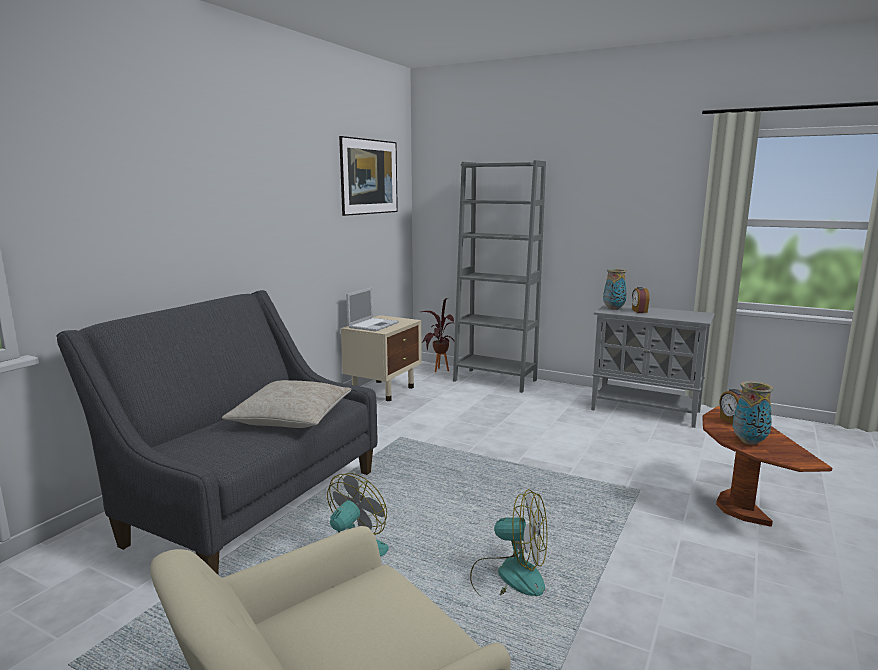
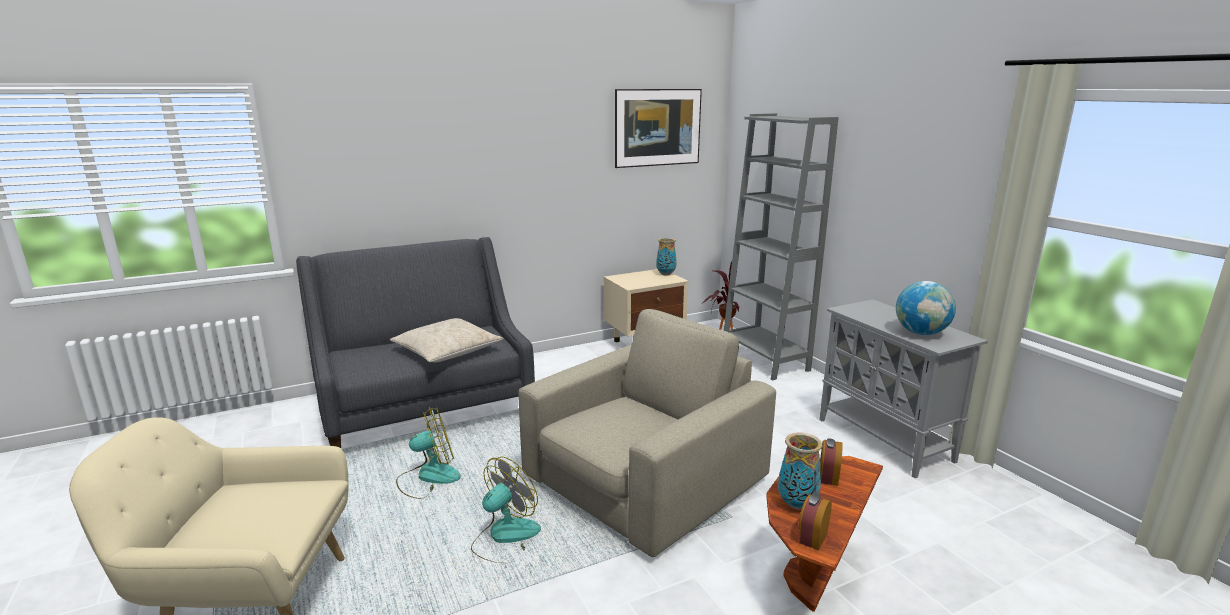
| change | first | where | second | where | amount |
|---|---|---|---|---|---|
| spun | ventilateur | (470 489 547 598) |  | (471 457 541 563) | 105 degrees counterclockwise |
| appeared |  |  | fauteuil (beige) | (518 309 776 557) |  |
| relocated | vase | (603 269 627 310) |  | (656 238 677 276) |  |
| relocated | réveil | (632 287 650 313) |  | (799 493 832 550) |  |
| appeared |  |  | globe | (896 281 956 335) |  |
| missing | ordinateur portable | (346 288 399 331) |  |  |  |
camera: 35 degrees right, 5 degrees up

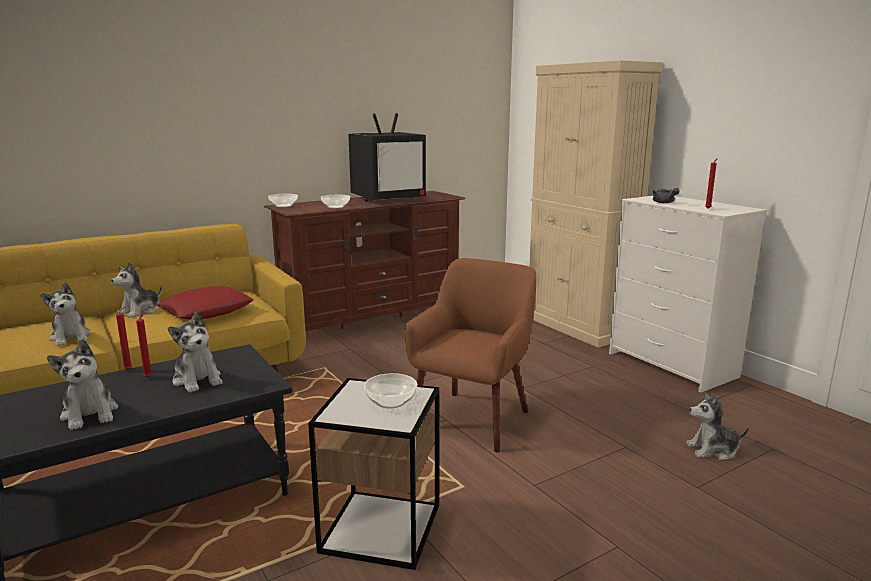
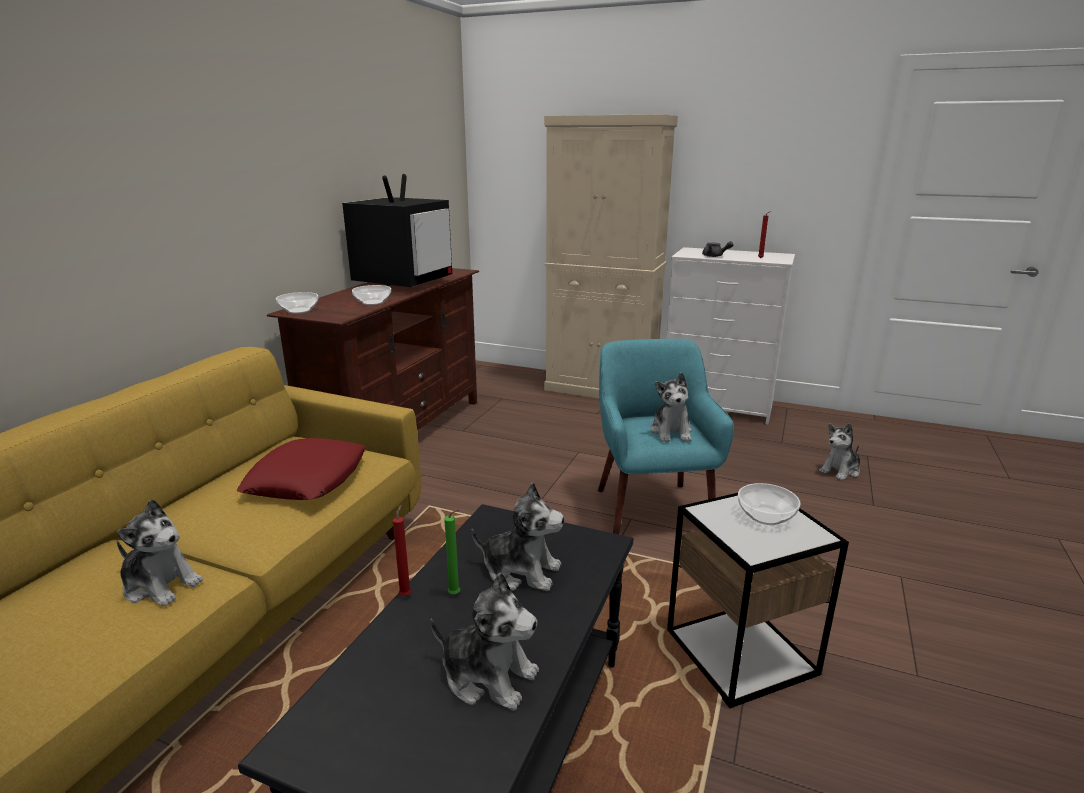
| change | first | where | second | where | amount |
|---|---|---|---|---|---|
| colour | bougie (rouge) | (136 315 152 378) | bougie (vert) | (444 509 460 595) |  |
| colour | fauteuil (marron) | (404 258 536 452) | fauteuil (turquoise) | (598 339 734 534) |  |
| relocated | peluche | (111 262 162 318) |  | (650 373 692 442) |  |
camera: 35 degrees left, 5 degrees up

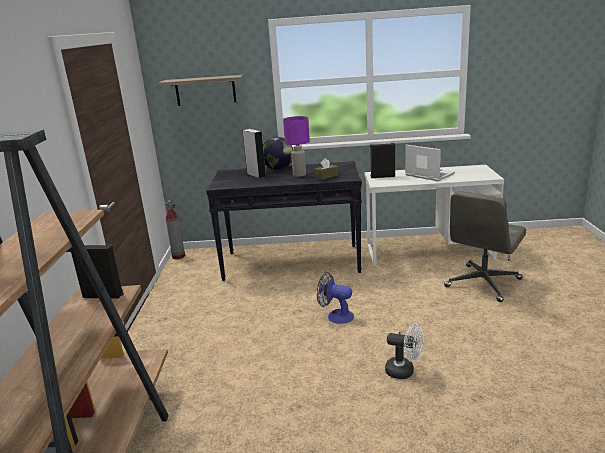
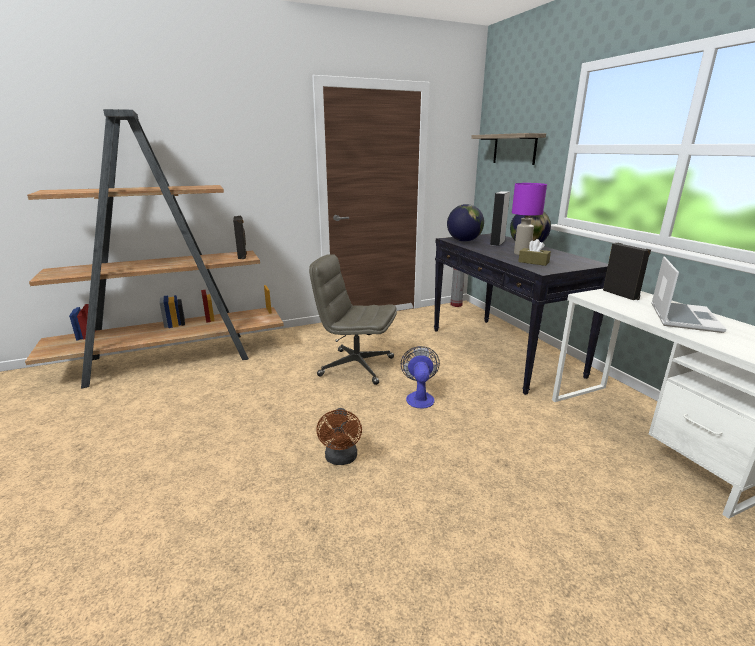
| change | first | where | second | where | amount |
|---|---|---|---|---|---|
| relocated | chaise de bureau (gris) | (444 191 526 302) |  | (309 254 397 385) |  |
| colour | ventilateur (blanc) | (385 323 424 379) | ventilateur (marron) | (316 408 362 465) |  |
| appeared |  |  | globe | (447 204 484 242) |  |
camera: 65 degrees right, 0 degrees up

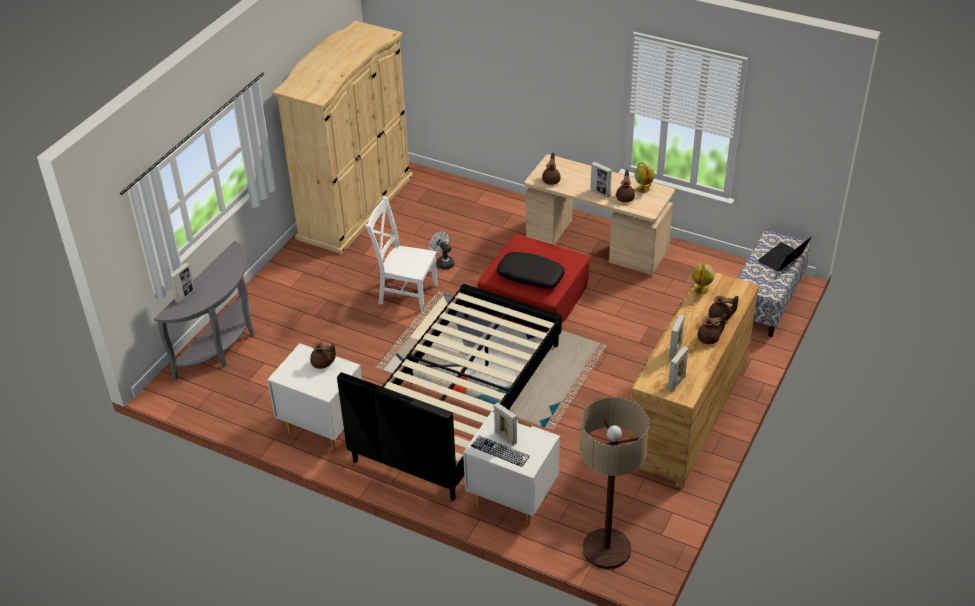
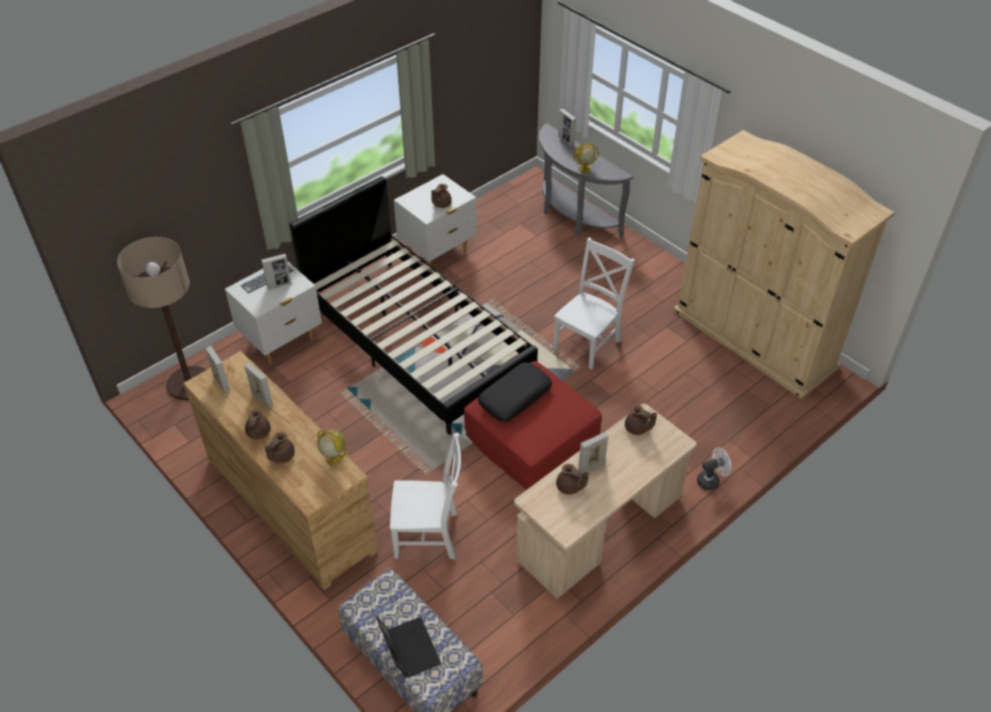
| change | first | where | second | where | amount |
|---|---|---|---|---|---|
| appeared |  |  | chaise (blanc) | (390 433 461 560) |  |
| relocated | globe | (635 163 655 193) |  | (573 144 599 173) |  |
| relocated | ventilateur (blanc) | (429 232 455 269) |  | (697 447 731 490) |  |
camera: 110 degrees right, 5 degrees up

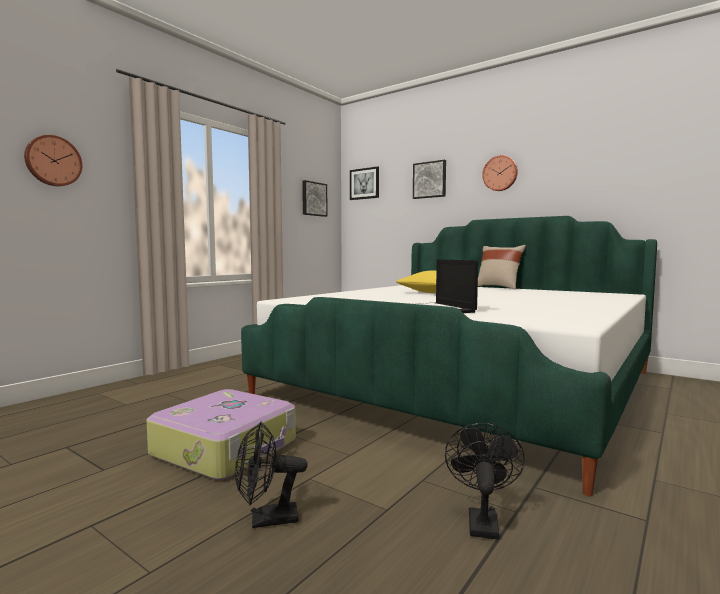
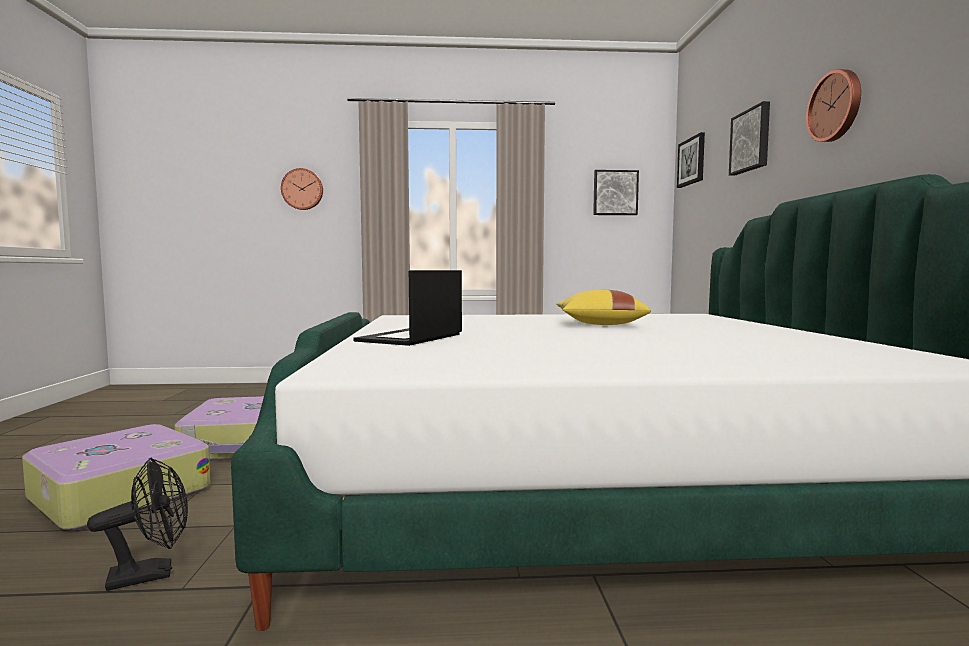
| change | first | where | second | where | amount |
|---|---|---|---|---|---|
| exchanged | ventilateur (noir) | (235 421 308 528) | valise | (22 424 211 531) |  |
| missing | coussin (beige) | (478 245 526 289) |  |  |  |
camera: 50 degrees right, 0 degrees up

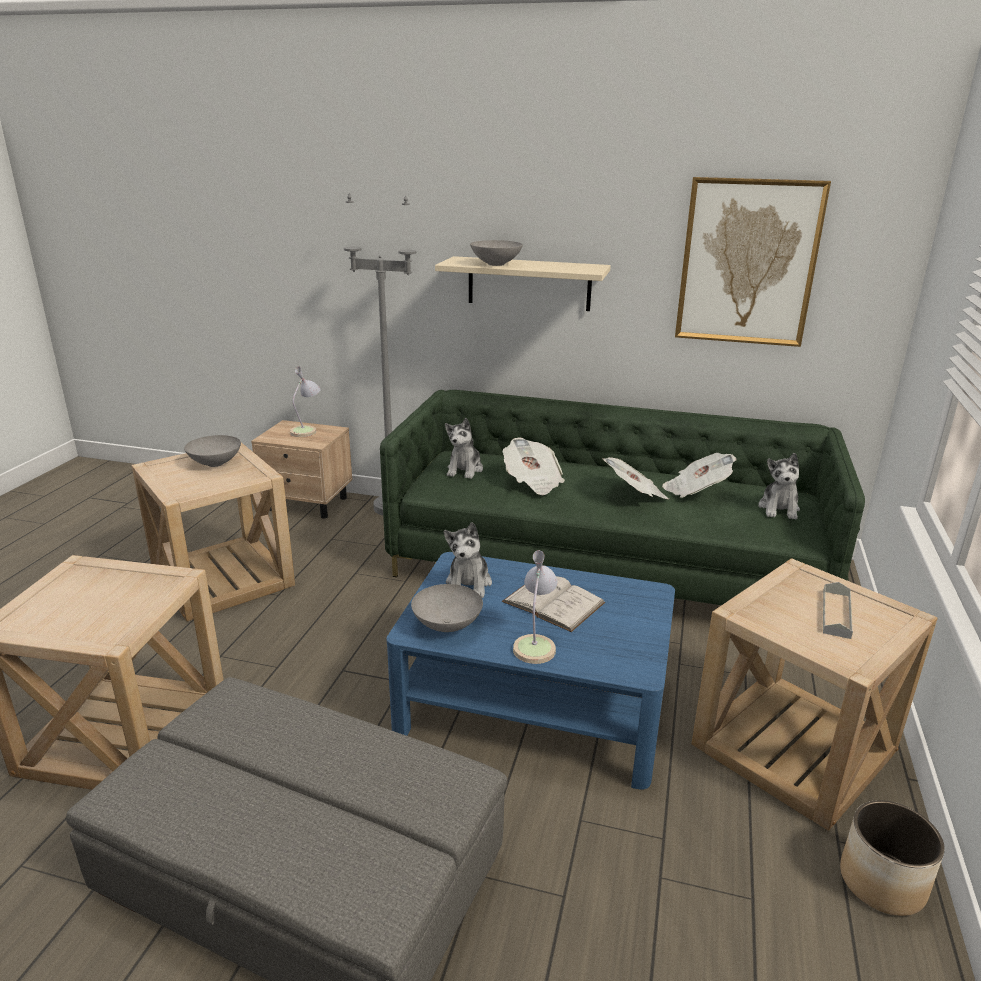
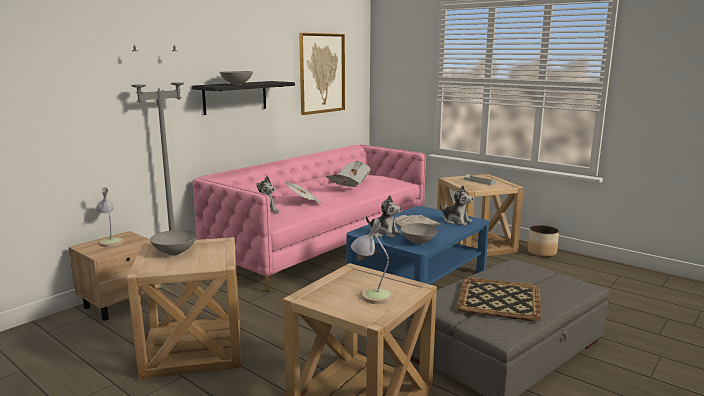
| change | first | where | second | where | amount |
|---|---|---|---|---|---|
| colour | étagère (beige) | (435 256 611 311) | étagère (noir) | (192 81 295 115) |  |
| colour | canapé (vert) | (380 390 865 605) | canapé (rose) | (193 144 426 292) |  |
| relocated | lampe de table | (513 550 557 664) |  | (351 218 393 304) |  |
| relocated | peluche | (758 453 800 519) |  | (439 185 473 226) |  |
| appeared |  |  | plateau | (456 277 542 322) |  |
camera: 65 degrees left, 10 degrees down

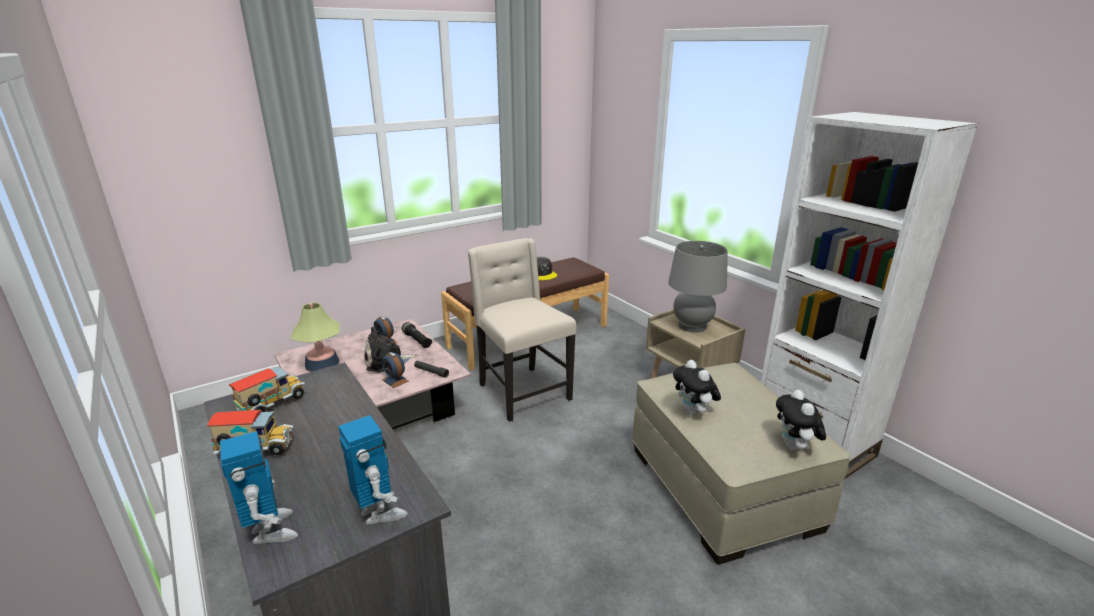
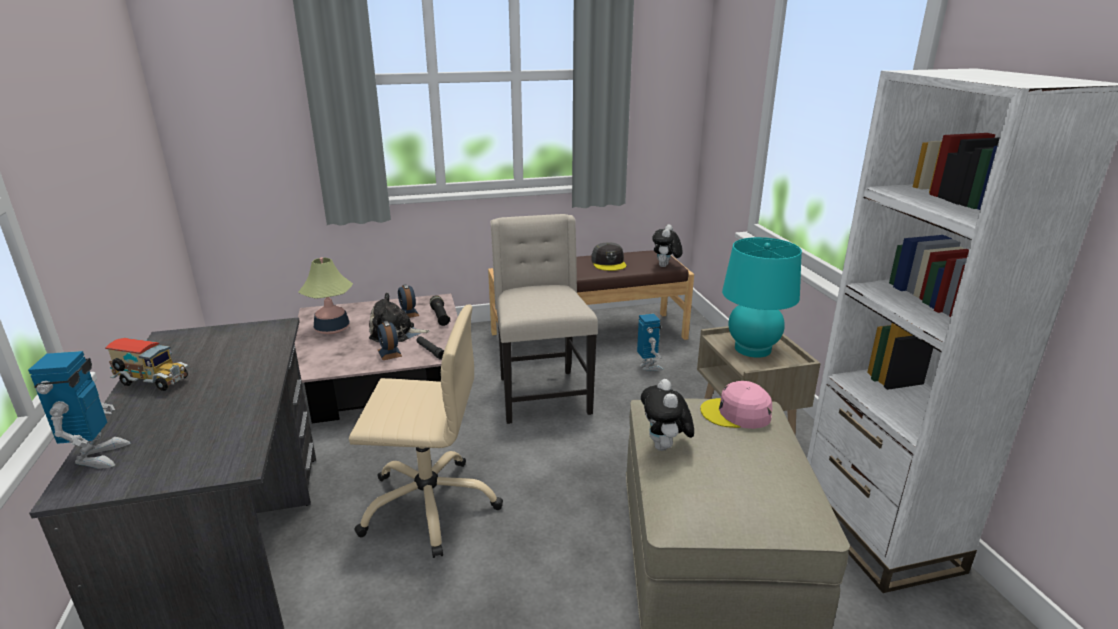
| change | first | where | second | where | amount |
|---|---|---|---|---|---|
| appeared |  |  | chaise de bureau (beige) | (349 305 503 558) |  |
| relocated | robot jouet | (338 415 408 524) |  | (637 314 664 371) |  |
| relocated | peluche | (776 390 826 450) |  | (652 224 683 267) |  |
| appeared |  |  | casquette (rose) | (700 381 772 429) |  |
| colour | lampe de table (gris) | (668 241 728 333) | lampe de table (turquoise) | (722 237 802 358) |  |
| missing | camion jouet | (229 367 305 412) |  |  |  |
camera: 20 degrees right, 0 degrees up

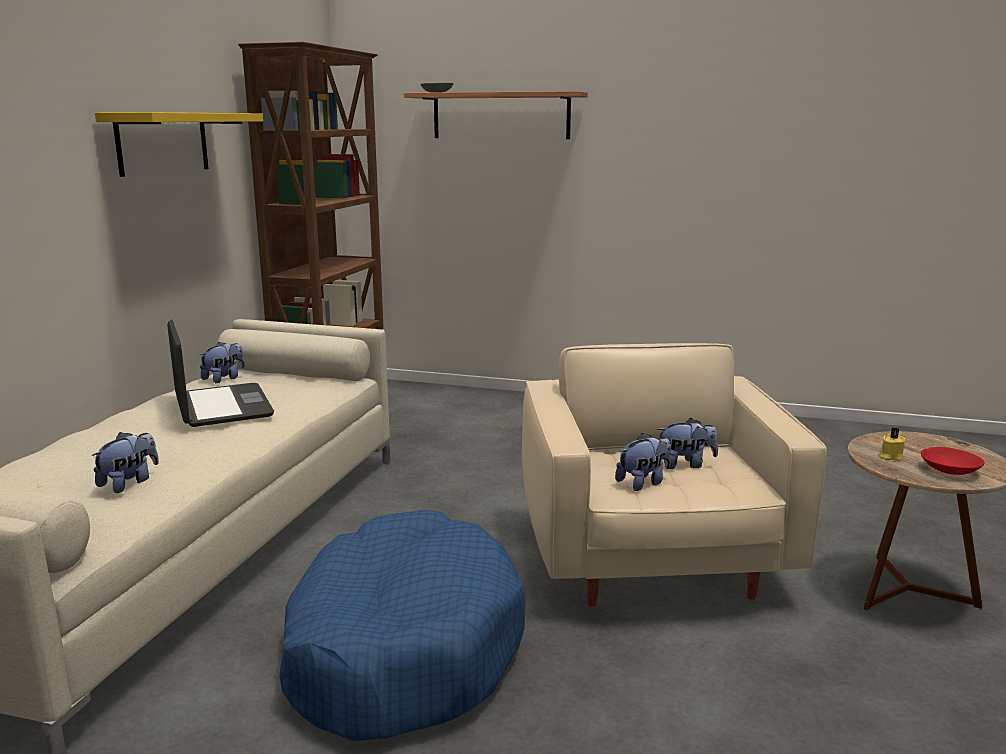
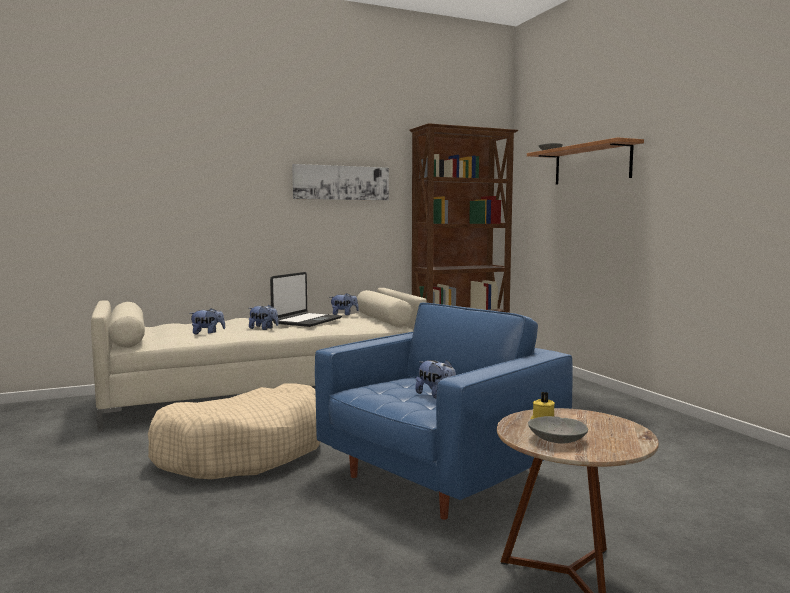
| change | first | where | second | where | amount |
|---|---|---|---|---|---|
| colour | panier pour chien (bleu) | (279 509 526 741) | panier pour chien (beige) | (148 384 321 479) |  |
| relocated | peluche | (615 433 671 491) |  | (249 305 279 330) |  |
| exchanged | étagère (jaune) | (95 112 263 177) | tableau | (292 164 389 201) |  |
| colour | fauteuil (beige) | (522 343 827 607) | fauteuil (bleu) | (315 303 573 520) |  |
| colour | bol (rouge) | (921 447 984 475) | bol (gris) | (528 416 588 444) |  |
camera: 50 degrees right, 10 degrees down

